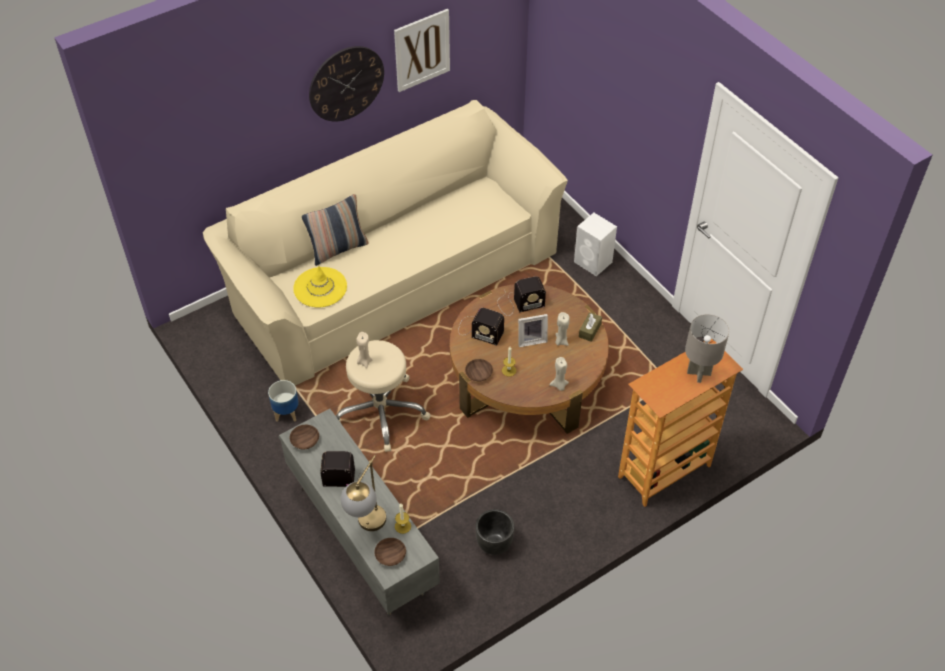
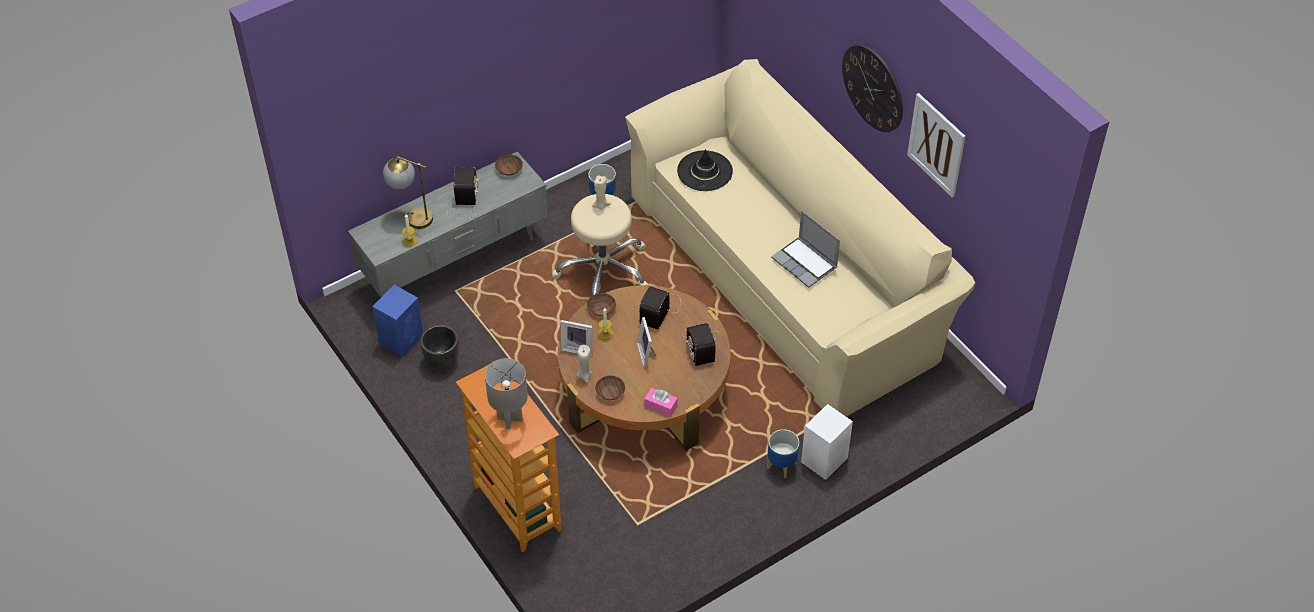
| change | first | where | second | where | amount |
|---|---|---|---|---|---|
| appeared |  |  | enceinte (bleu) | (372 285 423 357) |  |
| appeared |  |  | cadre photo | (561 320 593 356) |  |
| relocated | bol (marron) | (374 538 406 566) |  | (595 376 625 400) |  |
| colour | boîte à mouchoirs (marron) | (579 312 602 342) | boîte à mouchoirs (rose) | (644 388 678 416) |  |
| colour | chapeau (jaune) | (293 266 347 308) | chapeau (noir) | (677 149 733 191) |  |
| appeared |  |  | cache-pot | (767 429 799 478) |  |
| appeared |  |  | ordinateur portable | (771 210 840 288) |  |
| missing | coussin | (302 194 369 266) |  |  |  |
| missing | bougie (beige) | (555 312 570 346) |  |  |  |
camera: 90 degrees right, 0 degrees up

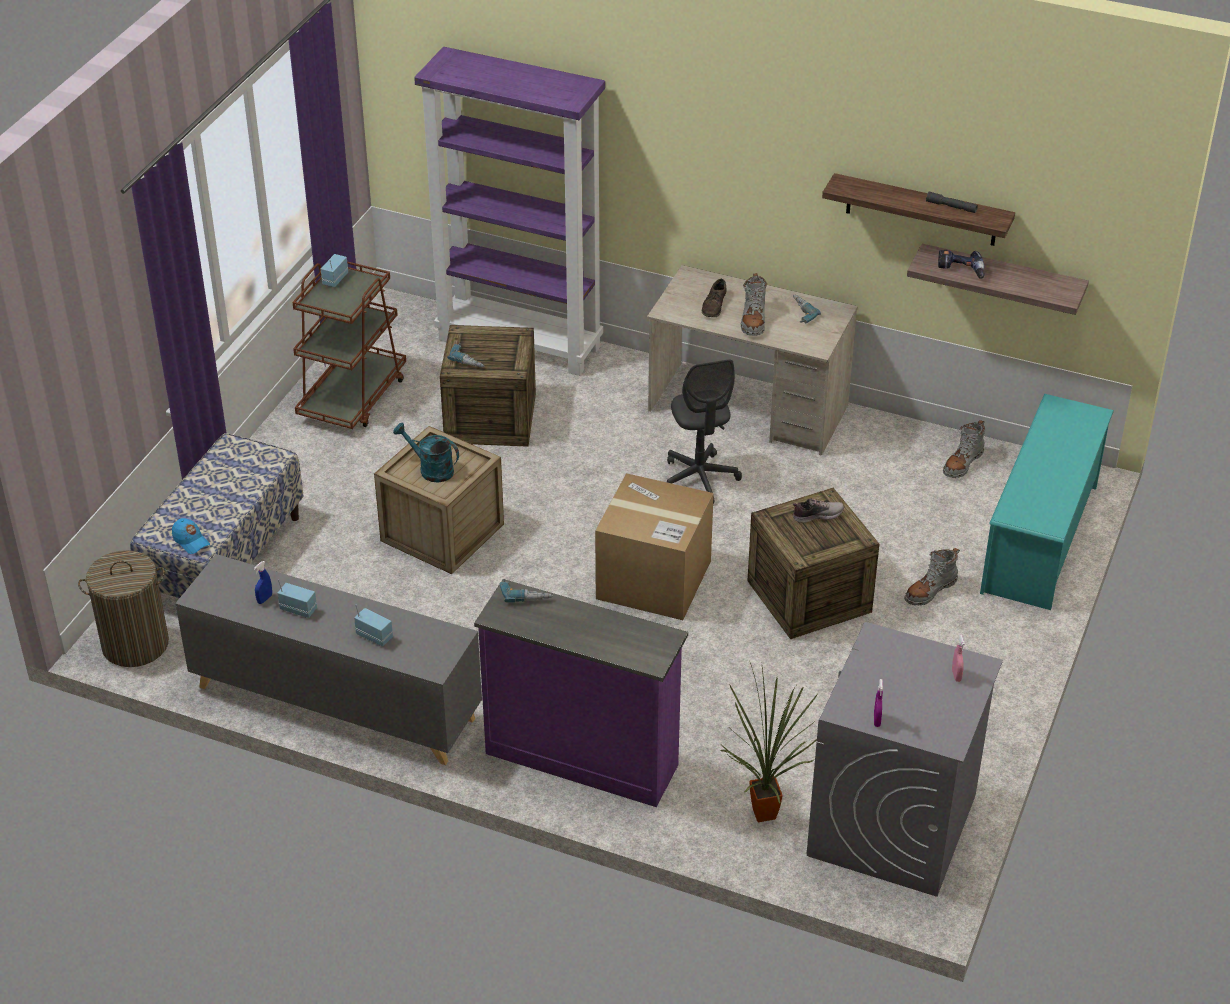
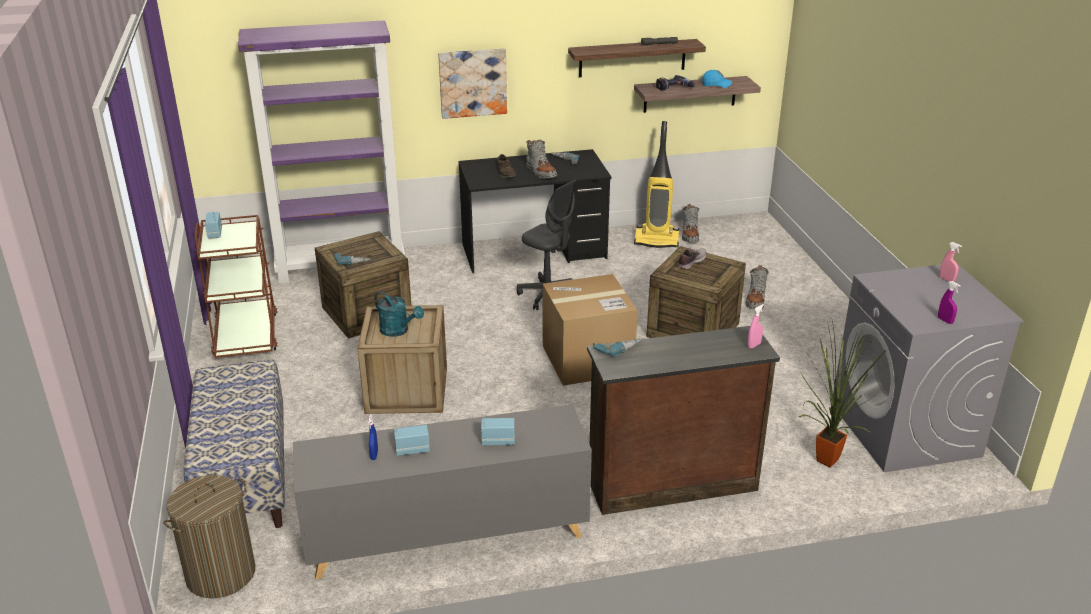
| change | first | where | second | where | amount |
|---|---|---|---|---|---|
| spun | arrosoir (turquoise) | (393 423 459 483) |  | (374 291 424 337) | 135 degrees counterclockwise |
| appeared |  |  | tableau | (438 48 507 119) |  |
| colour | bureau (beige) | (647 265 858 456) | bureau (noir) | (458 149 612 273) |  |
| colour | commode (violet) | (474 579 688 807) | commode (marron) | (587 326 780 515) |  |
| appeared |  |  | aspirateur | (634 121 679 248) |  |
| relocated | casquette (bleu) | (172 518 210 554) |  | (702 70 732 88) |  |
| appeared |  |  | vaporisateur (rose) | (747 304 764 349) |  |
| missing | étagère à chaussures (turquoise) | (980 394 1114 610) |  |  |  |
camera: 35 degrees left, 10 degrees down

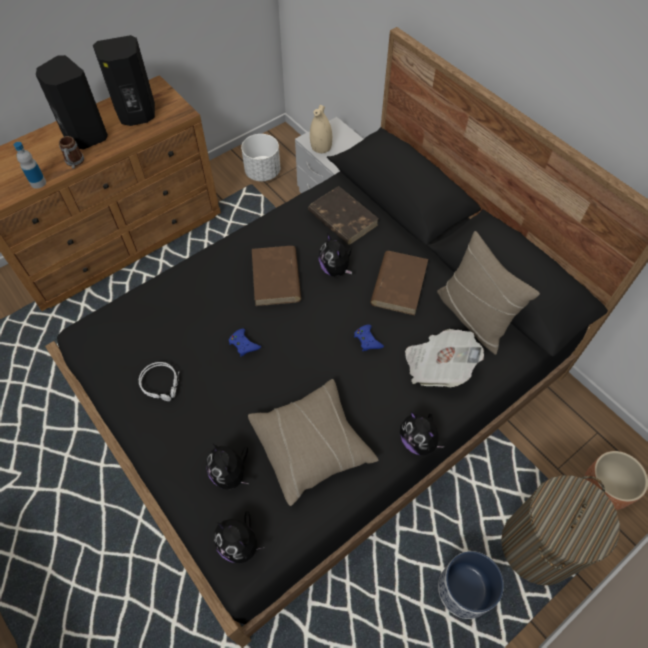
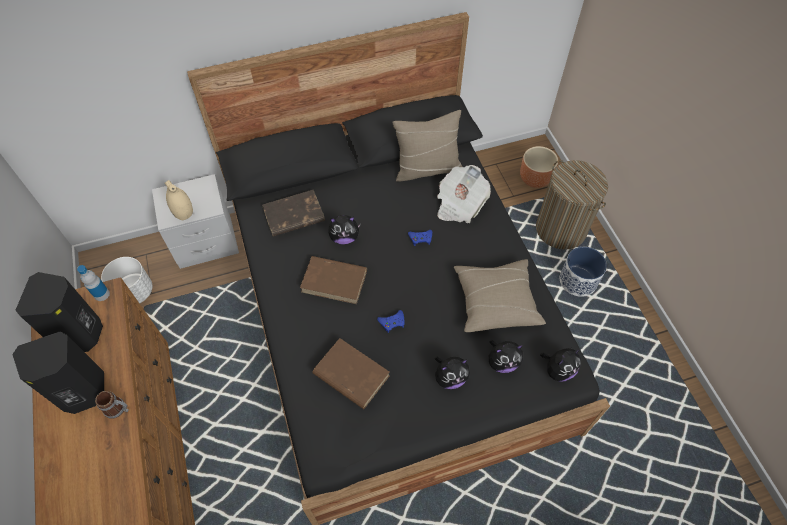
| change | first | where | second | where | amount |
|---|---|---|---|---|---|
| relocated | bouteille | (14 142 46 189) |  | (77 265 110 301) |  |
| relocated | livre (marron) | (370 251 428 315) |  | (312 338 390 409) |  |
| relocated | peluche | (400 411 445 455) |  | (435 357 470 389) |  |
| missing | casque audio (gris) | (139 362 179 401) |  |  |  |
camera: 70 degrees left, 0 degrees up

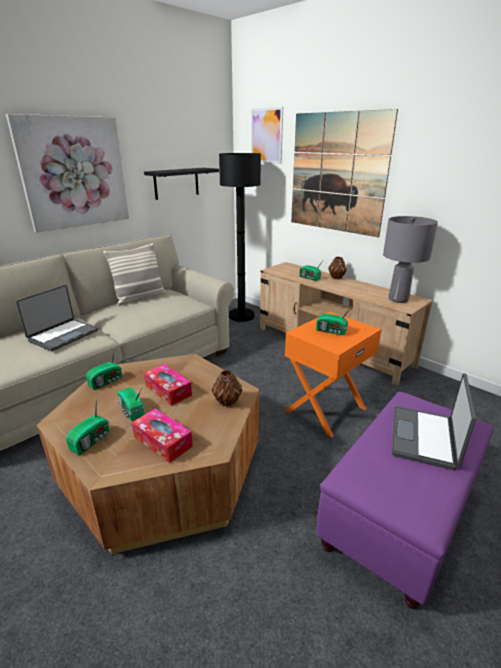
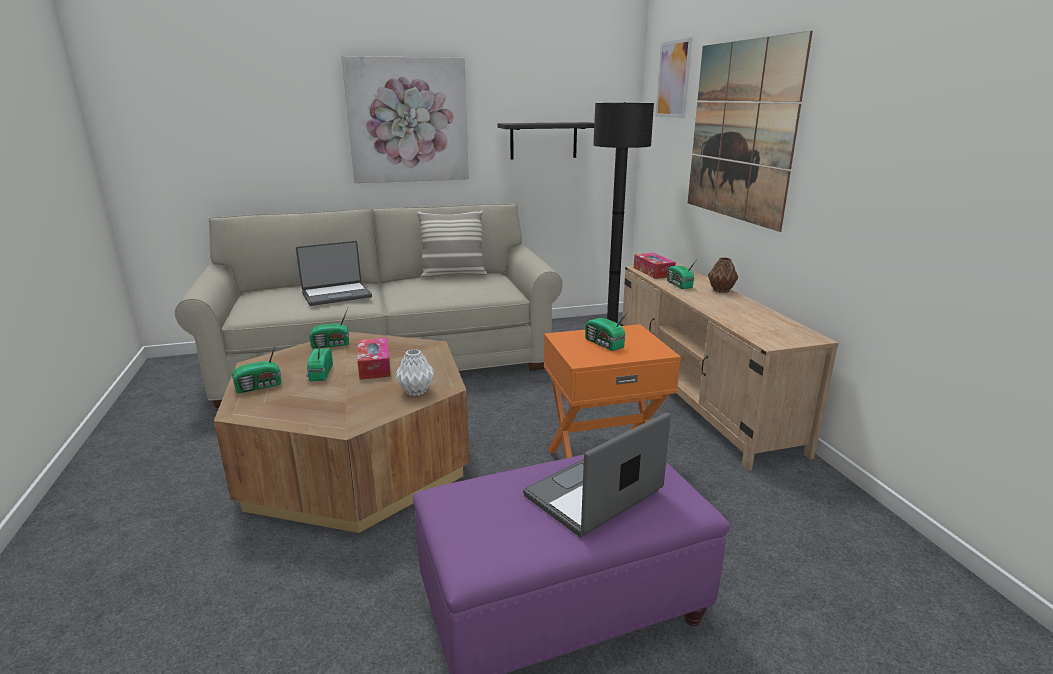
| change | first | where | second | where | amount |
|---|---|---|---|---|---|
| colour | vase (marron) | (211 370 243 407) | vase (blanc) | (395 349 434 396) |  |
| relocated | boîte à mouchoirs | (132 408 193 463) |  | (634 253 676 279) |  |
| missing | lampe de table (gris) | (383 216 438 303) |  |  |  |
camera: 30 degrees right, 5 degrees down

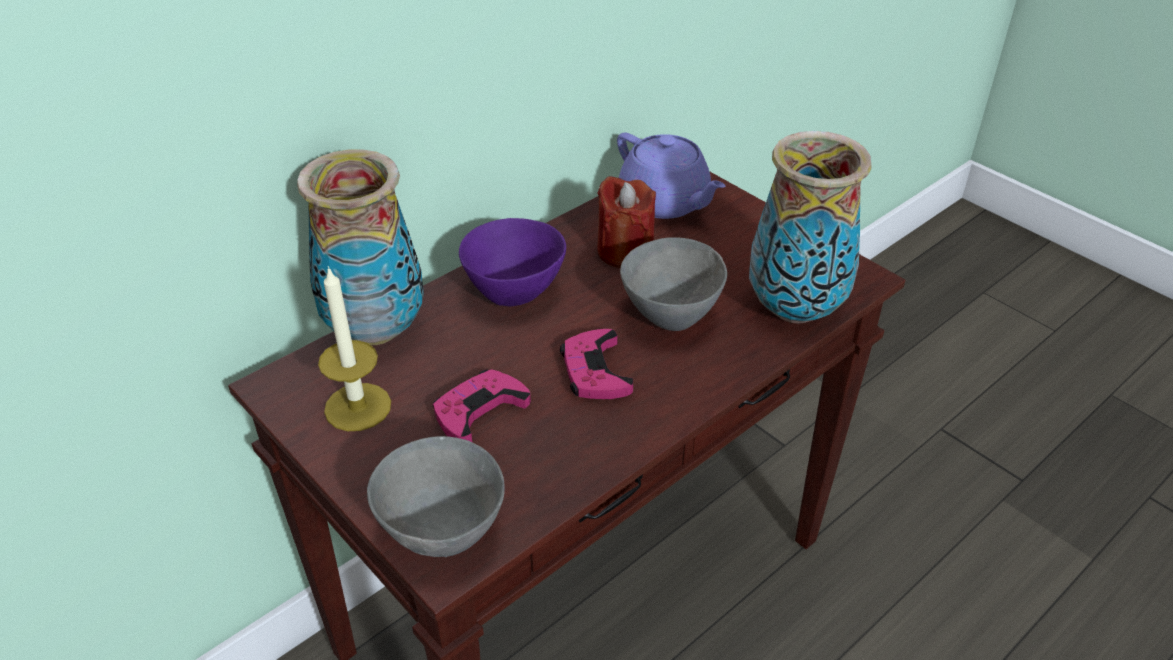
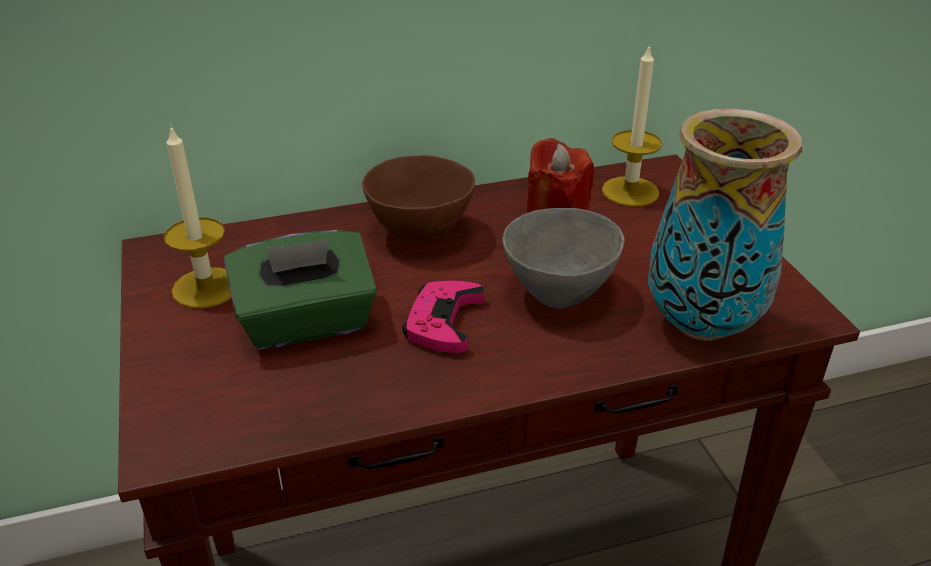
| change | first | where | second | where | amount |
|---|---|---|---|---|---|
| exchanged | manette (rose) | (433 369 531 442) | boîte à mouchoirs (vert) | (224 230 377 350) |  |
| colour | bol (violet) | (459 218 566 307) | bol (marron) | (362 155 475 243) |  |
| exchanged | théière (violet) | (617 133 726 219) | bougie | (602 44 662 207) |  |
| missing | vase | (297 149 424 345) |  |  |  |
| missing | bol (gris) | (367 436 505 557) |  |  |  |
camera: 25 degrees right, 5 degrees down

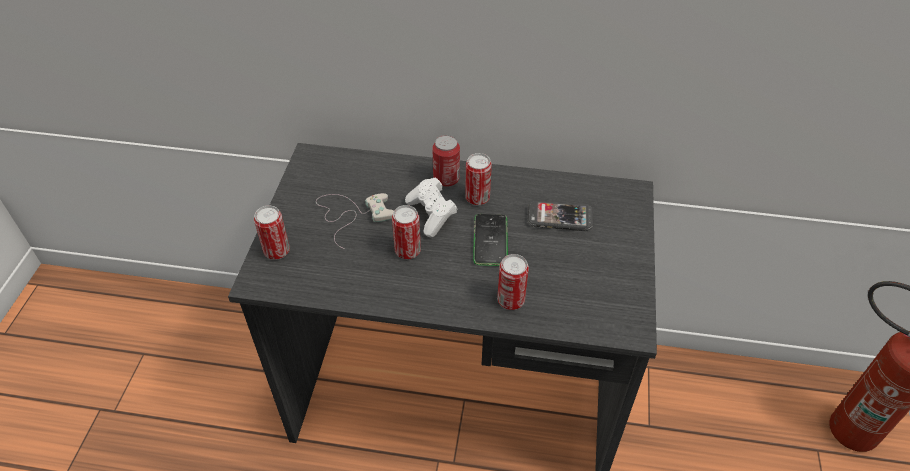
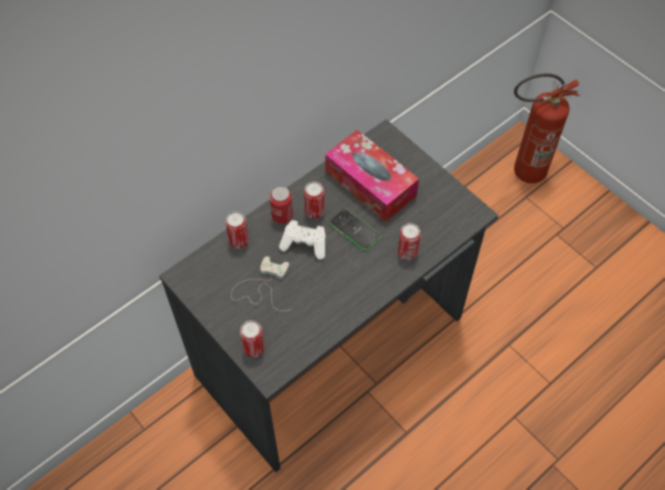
| change | first | where | second | where | amount |
|---|---|---|---|---|---|
| relocated | boîte métallique | (392 205 421 259) |  | (225 211 249 249) |  |
| exchanged | téléphone | (528 201 593 231) | boîte à mouchoirs | (325 130 419 222) |  |
camera: 50 degrees left, 10 degrees up

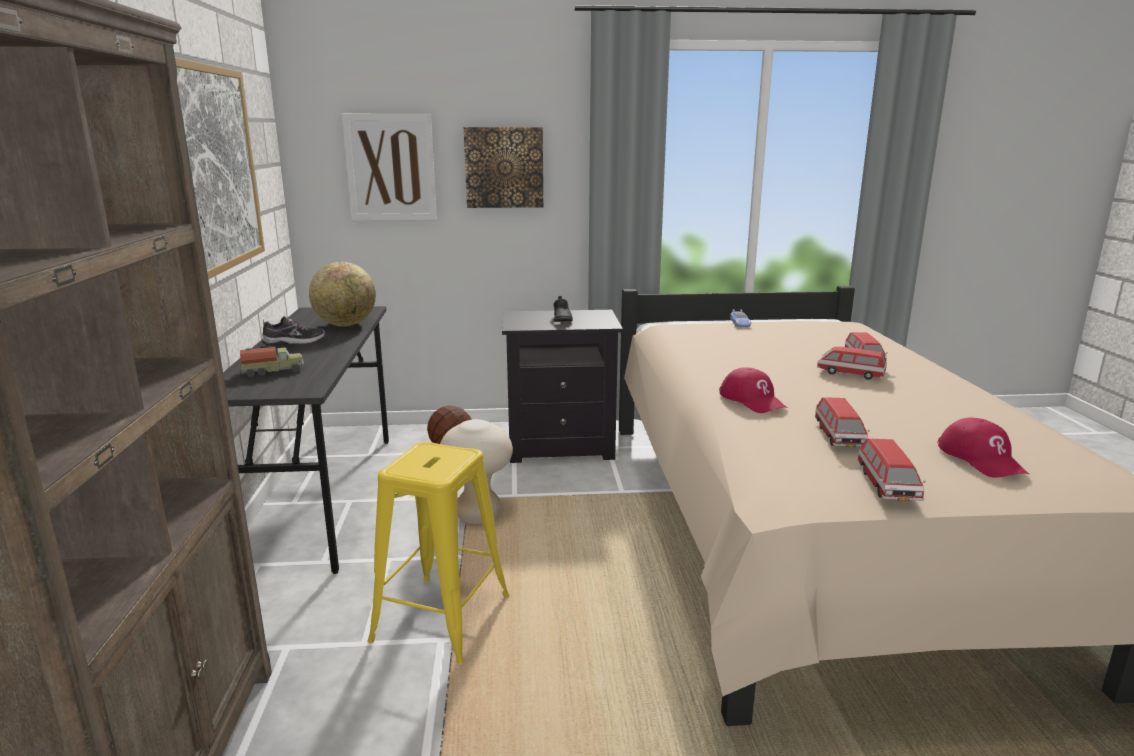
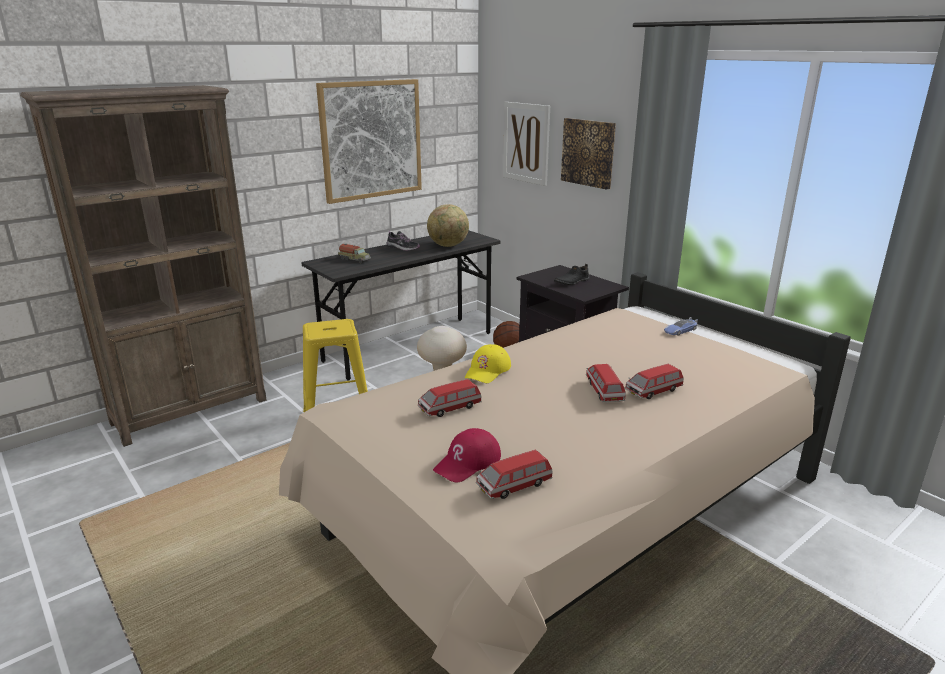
| change | first | where | second | where | amount |
|---|---|---|---|---|---|
| colour | casquette (rouge) | (719 367 787 413) | casquette (jaune) | (465 344 511 383) |  |
| relocated | petite voiture | (858 439 926 501) |  | (476 449 553 499) |  |
camera: 55 degrees right, 5 degrees up

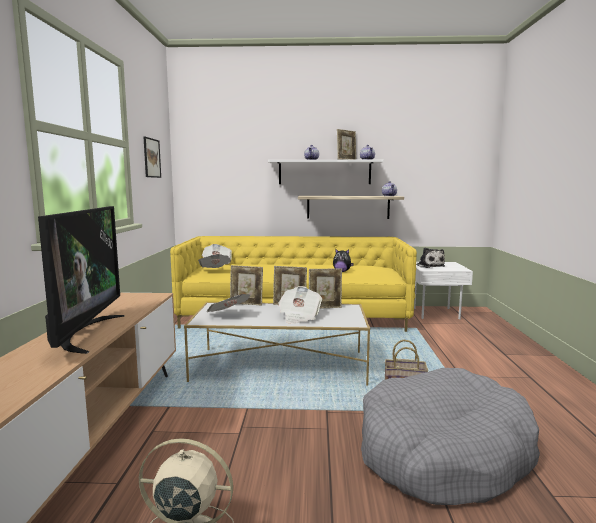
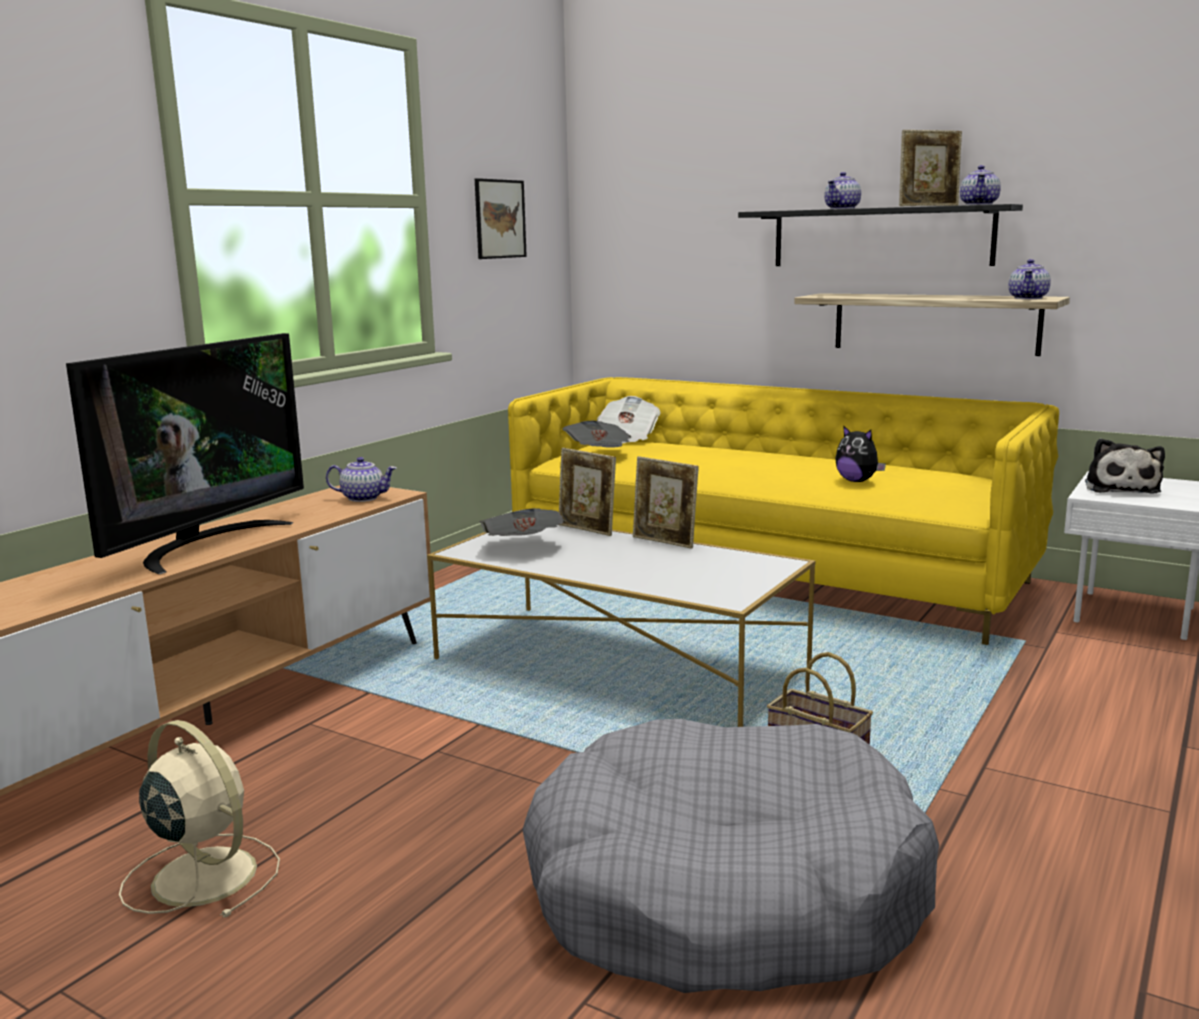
| change | first | where | second | where | amount |
|---|---|---|---|---|---|
| appeared |  |  | théière | (326 457 396 502) |  |
| colour | étagère (blanc) | (268 160 383 184) | étagère (noir) | (738 204 1023 266) |  |
| missing | journal | (278 286 322 324) |  |  |  |
| missing | cadre photo | (309 268 342 309) |  |  |  |
camera: 30 degrees right, 5 degrees up

